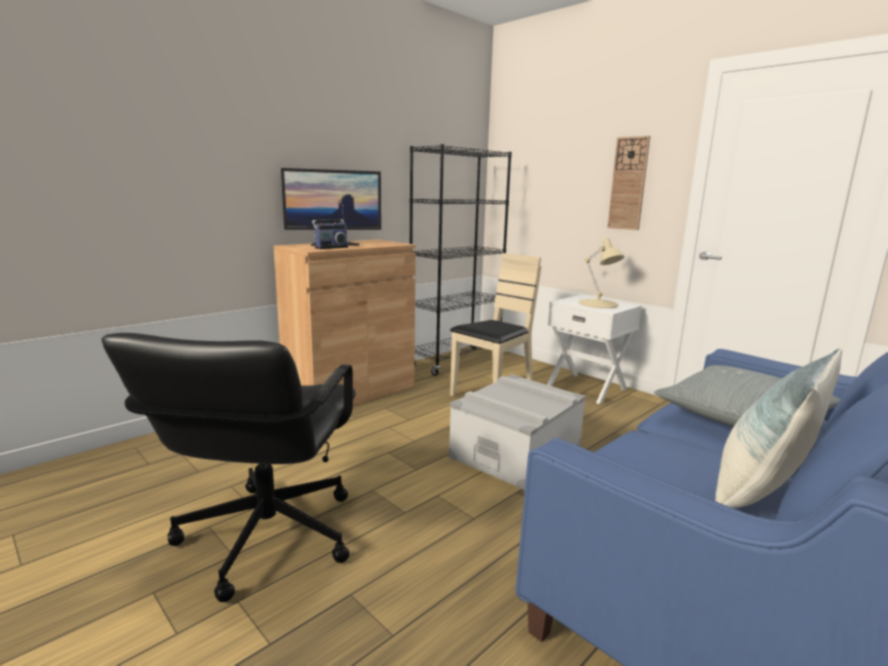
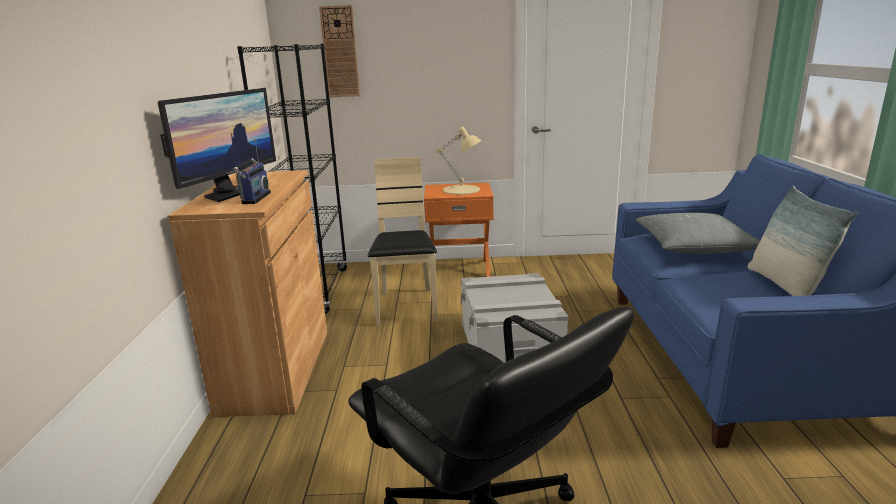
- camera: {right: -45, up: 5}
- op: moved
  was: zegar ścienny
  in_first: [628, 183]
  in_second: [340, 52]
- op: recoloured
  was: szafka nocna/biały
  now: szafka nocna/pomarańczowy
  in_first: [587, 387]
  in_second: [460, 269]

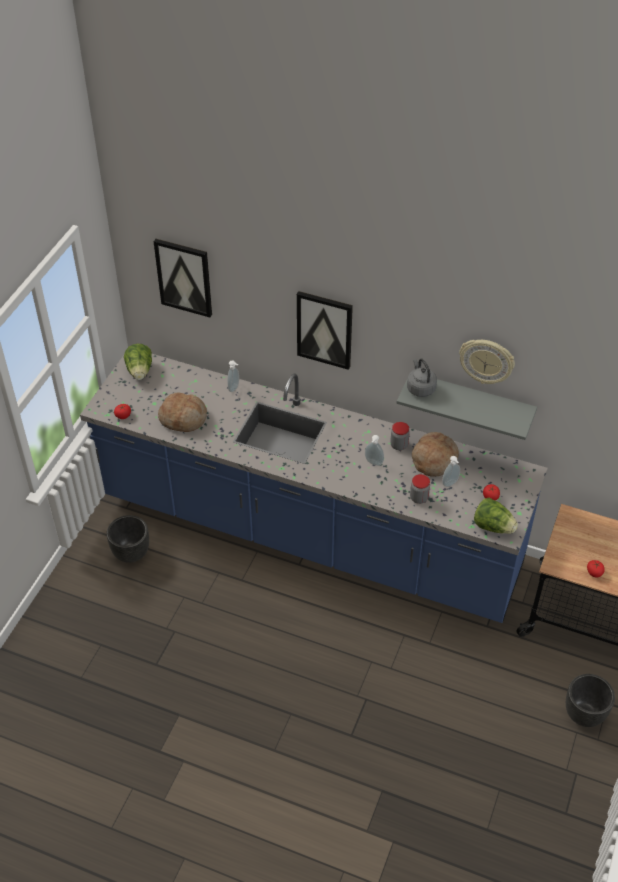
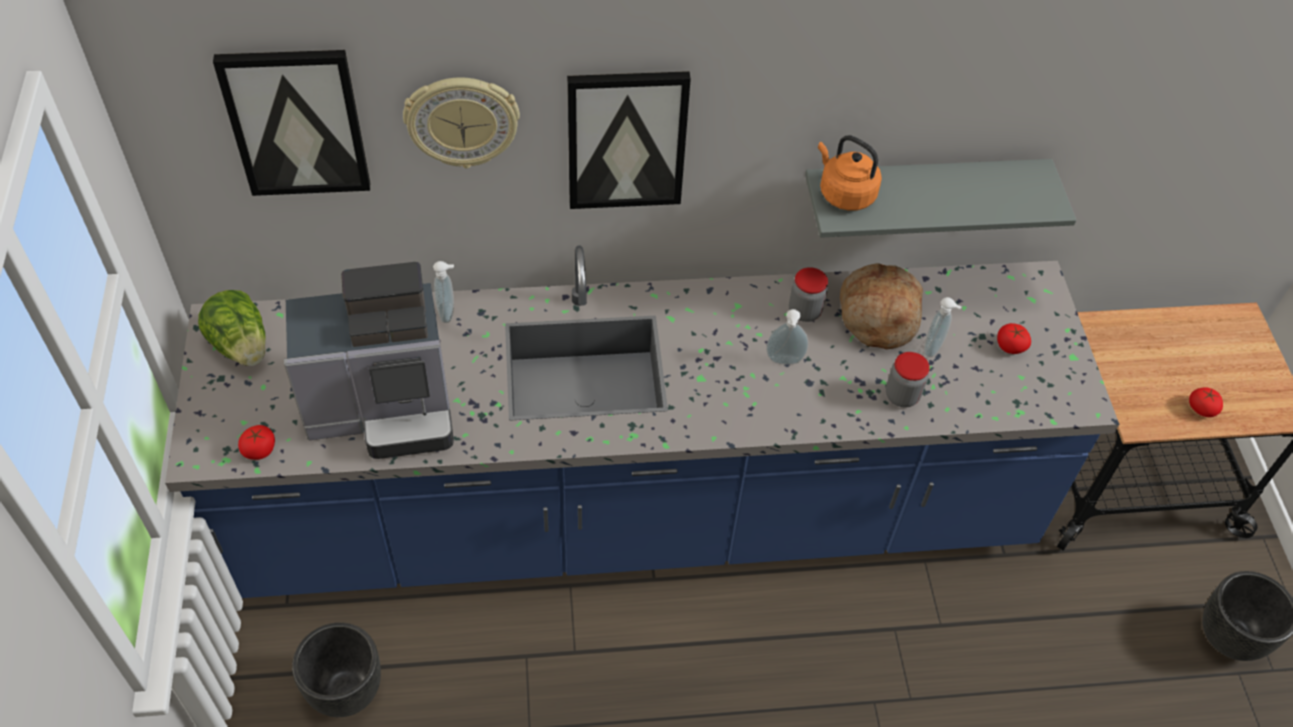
- camera: {right: -30, up: 5}
- op: moved
  was: zegar ścienny
  in_first: [486, 361]
  in_second: [462, 121]
- op: recoloured
  was: czajnik/szary
  now: czajnik/pomarańczowy
  in_first: [420, 388]
  in_second: [844, 193]
- op: replaced
  was: chleb
  now: ekspres do kawy
  in_first: [183, 418]
  in_second: [385, 409]
- op: removed
  was: sałata
  in_first: [493, 526]

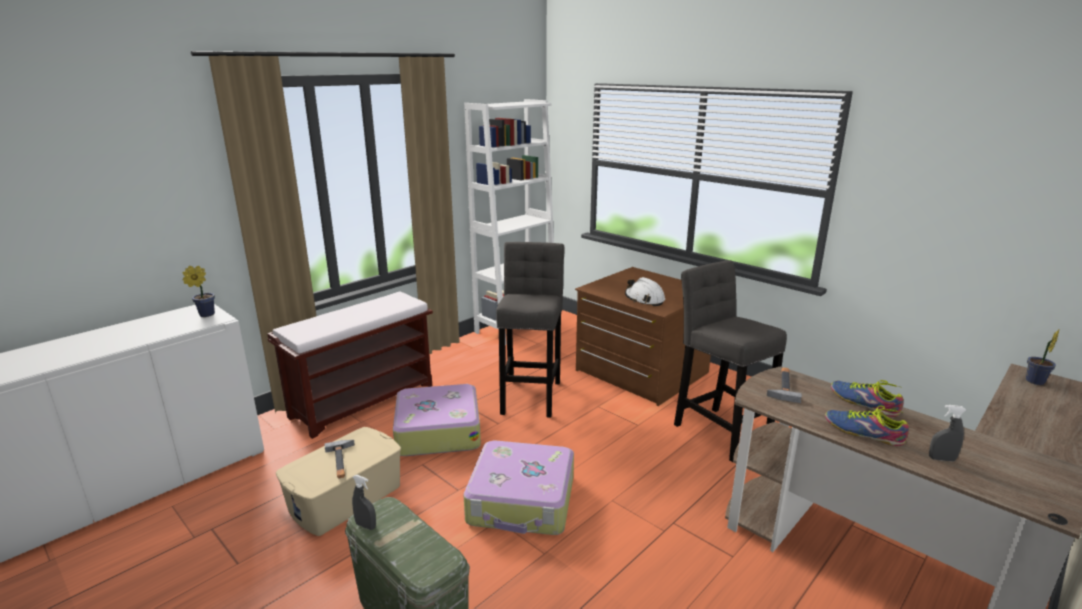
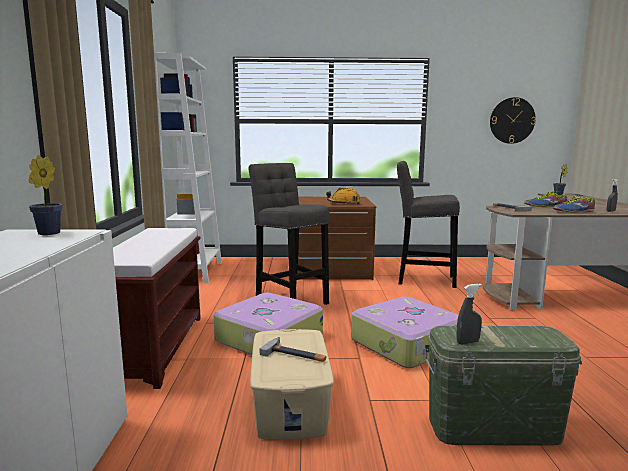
- camera: {right: -45, up: -10}
- op: recoloured
  was: kask/biały
  now: kask/pomarańczowy
  in_first: [644, 299]
  in_second: [344, 203]
- op: added
  now: zegar ścienny
  in_second: [512, 120]

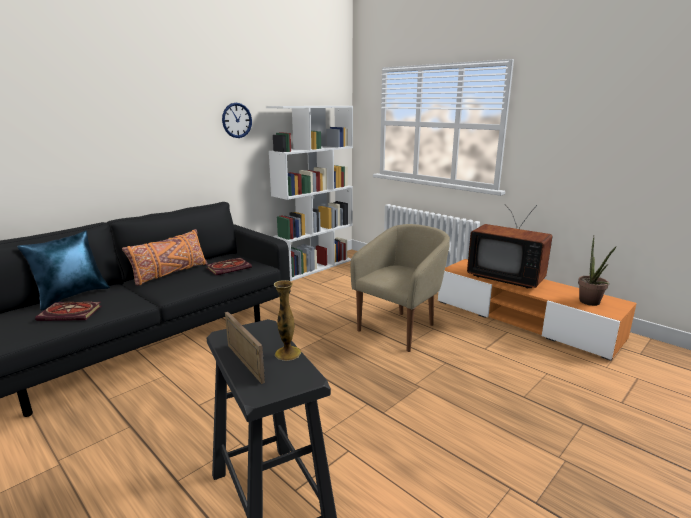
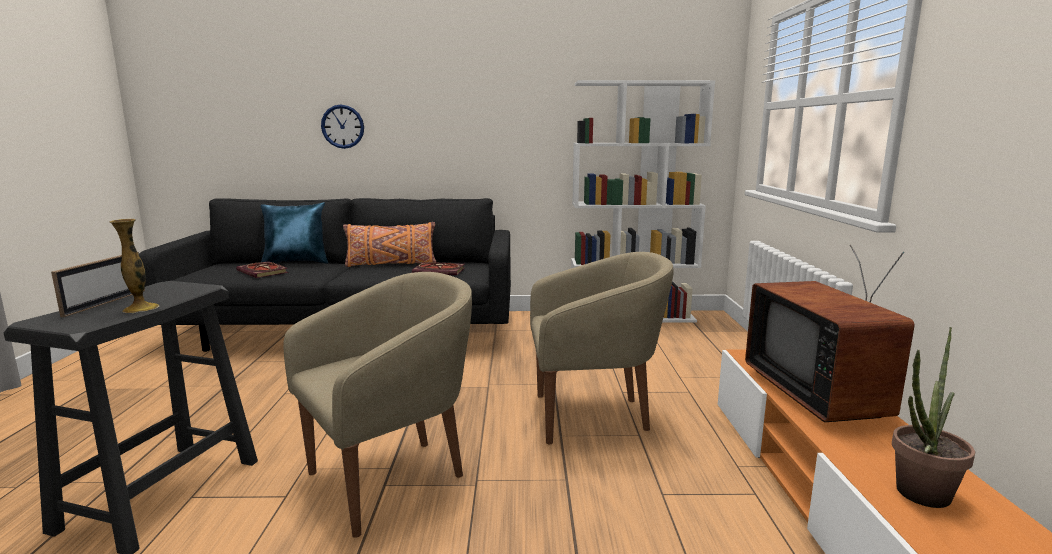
- camera: {right: 45, up: -5}
- op: moved
  was: zegar ścienny
  in_first: [237, 120]
  in_second: [342, 126]
- op: added
  now: fotel/beżowy
  in_second: [392, 478]

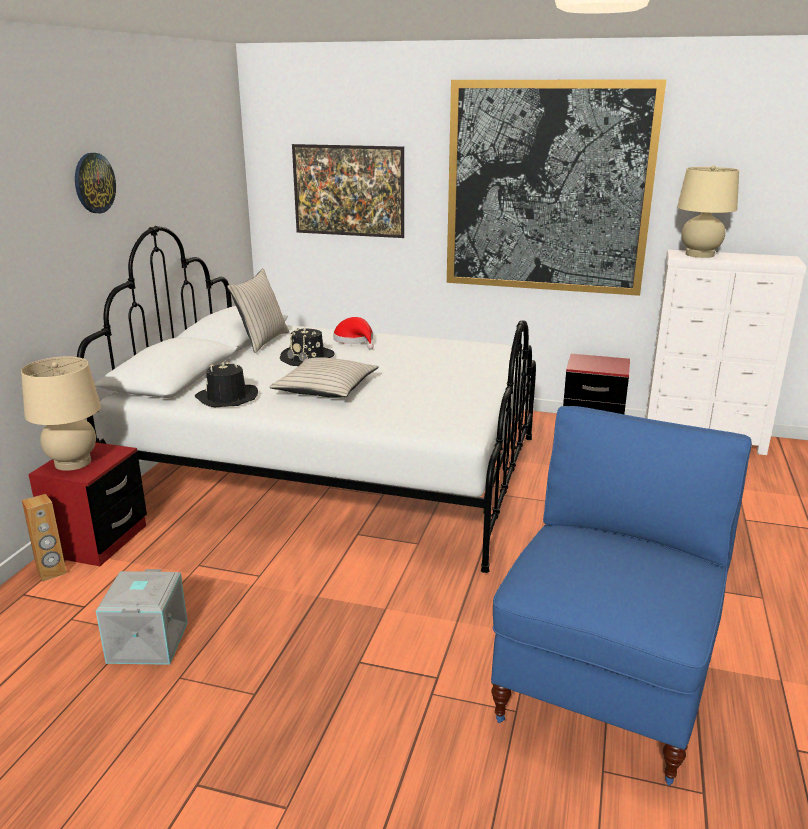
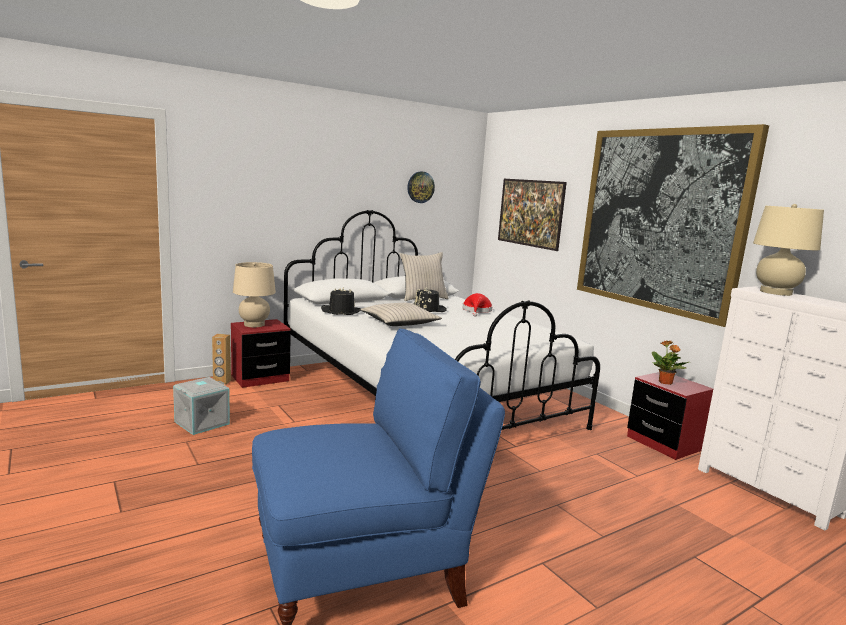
- camera: {right: 40, up: -10}
- op: moved
  was: zegar ścienny
  in_first: [94, 183]
  in_second: [420, 187]
- op: added
  now: roślina doniczkowa
  in_second: [665, 383]

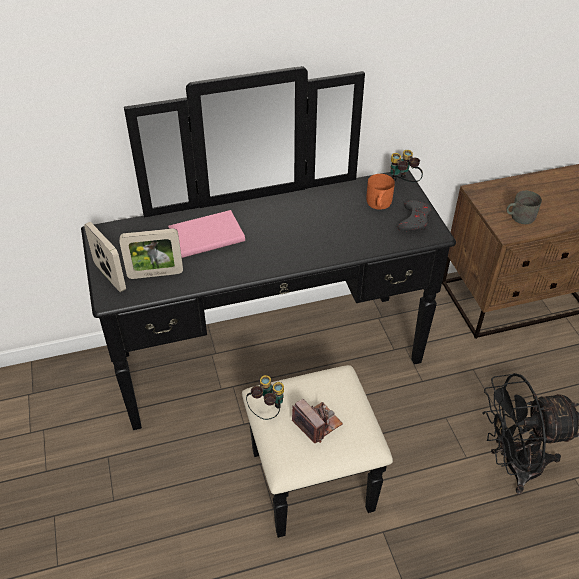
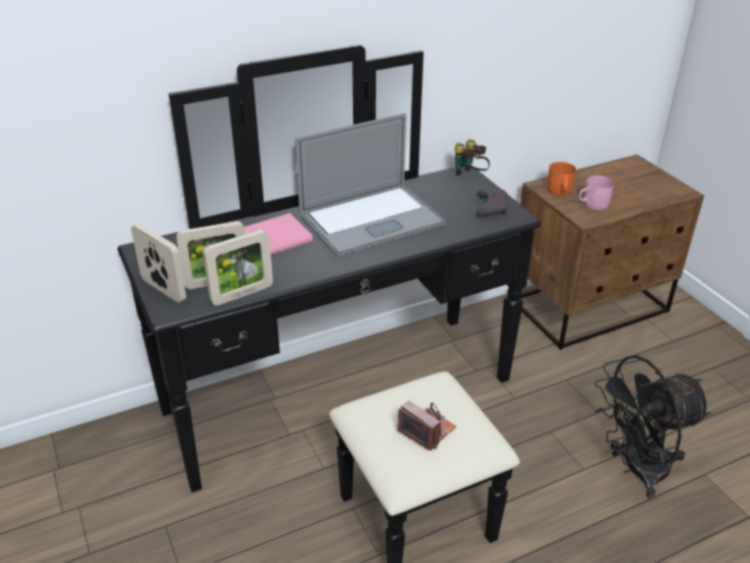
- camera: {right: -10, up: -10}
- op: moved
  was: kubek/pomarańczowy
  in_first: [378, 204]
  in_second: [559, 191]
- op: recoloured
  was: kubek/szary
  now: kubek/różowy
  in_first: [519, 217]
  in_second: [592, 204]
- op: removed
  was: lornetka
  in_first: [266, 410]
- op: added
  now: laptop
  in_second: [371, 220]
- op: added
  now: ramka na zdjęcie
  in_second: [242, 294]

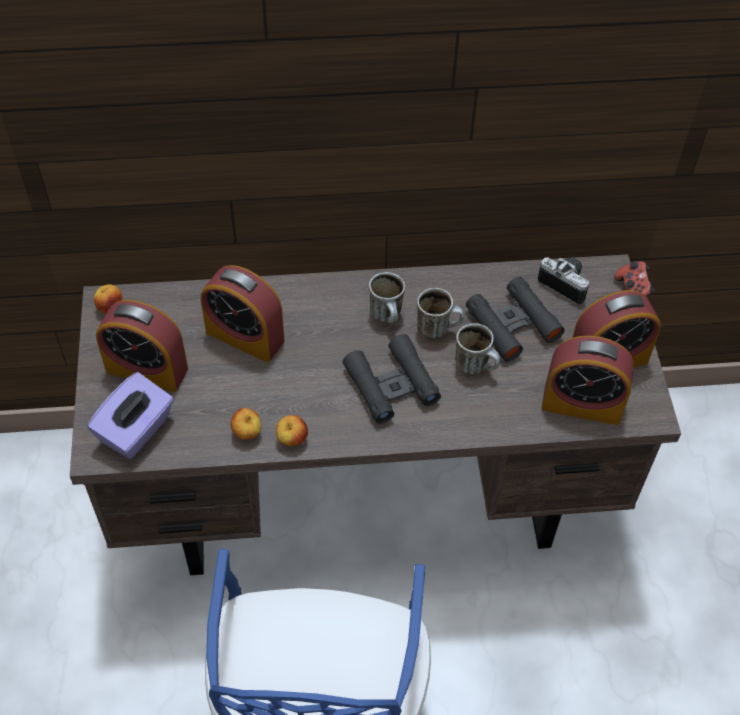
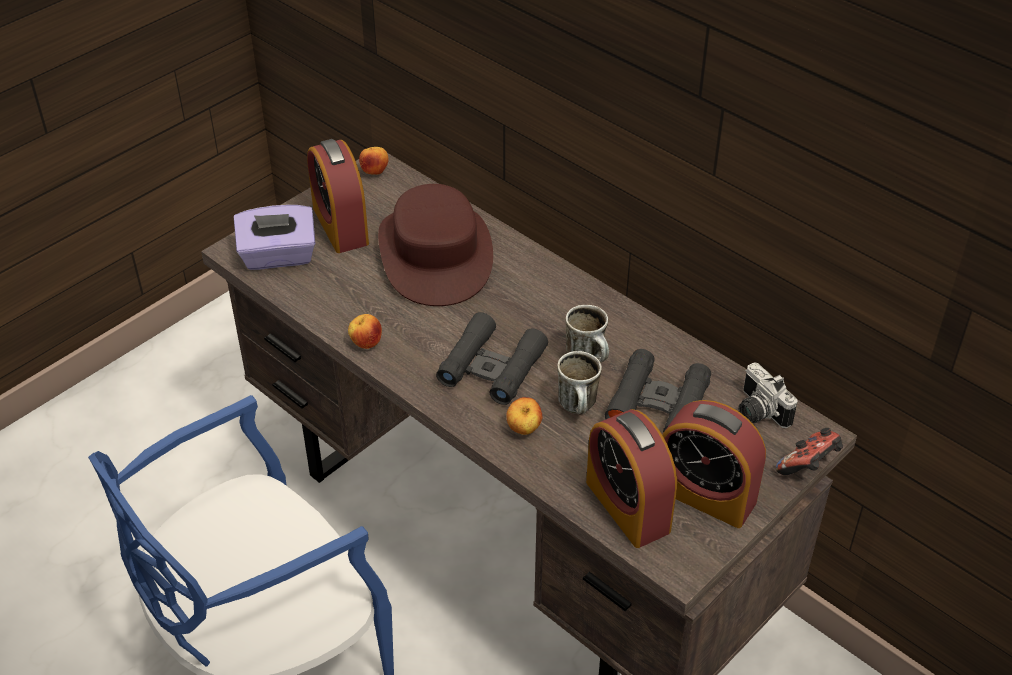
- camera: {right: 50, up: -10}
- op: turned
  was: aparat fotograficzny
  in_first: [566, 283]
  in_second: [757, 412]
  clockwise: 150
- op: replaced
  was: budzik
  now: kapelusz/brązowy
  in_first: [245, 336]
  in_second: [436, 254]
- op: removed
  was: kubek
  in_first: [388, 317]
- op: moved
  was: jabłko
  in_first: [247, 433]
  in_second: [524, 429]

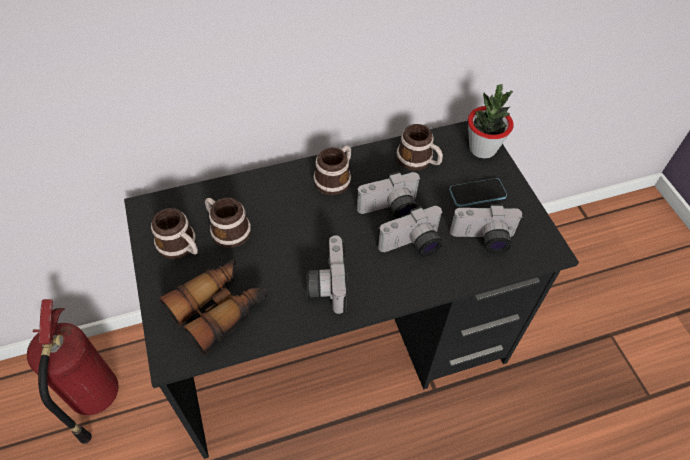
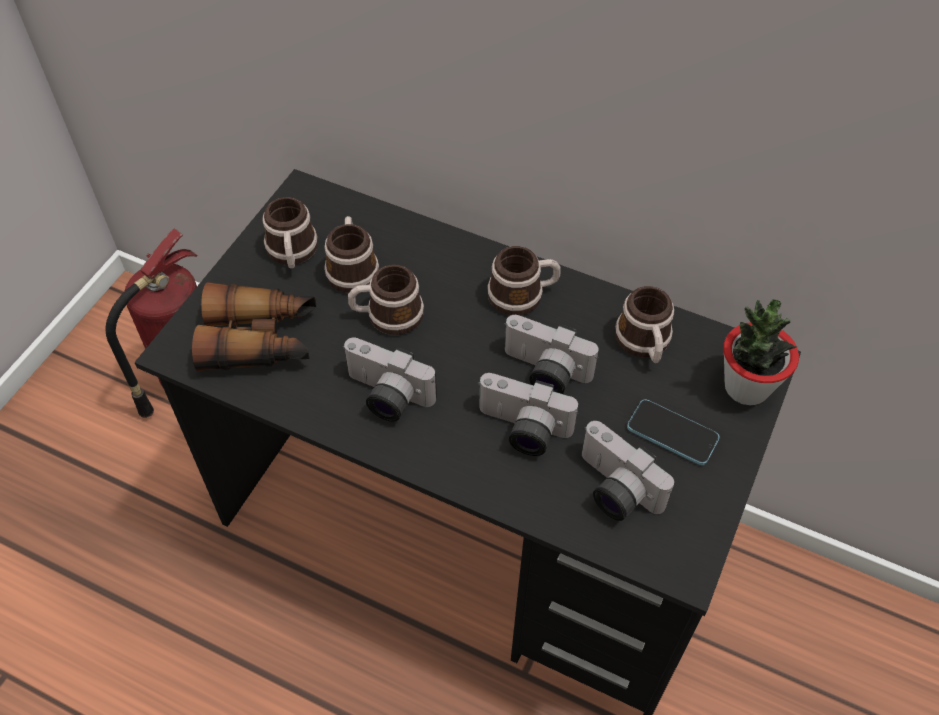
- camera: {right: 45, up: 0}
- op: turned
  was: aparat fotograficzny
  in_first: [326, 283]
  in_second: [385, 397]
  clockwise: -105
- op: added
  now: kubek
  in_second: [387, 315]

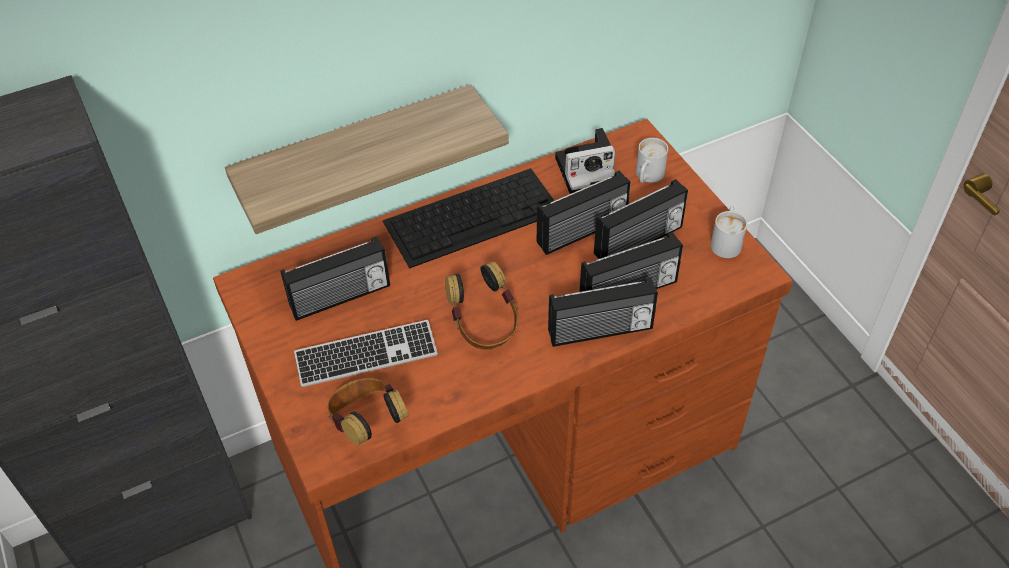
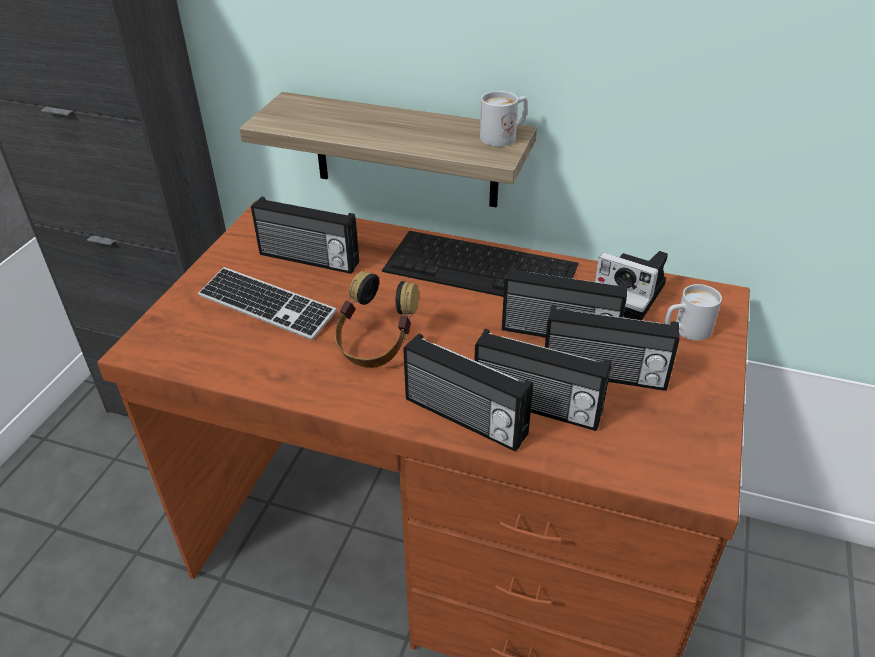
- camera: {right: 45, up: -10}
- op: moved
  was: kubek/biały
  in_first: [726, 241]
  in_second: [504, 136]
- op: removed
  was: słuchawki
  in_first: [367, 423]

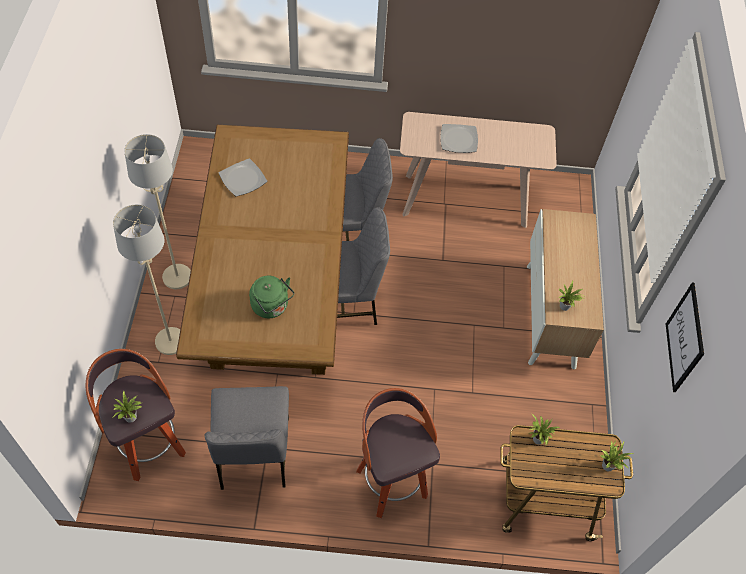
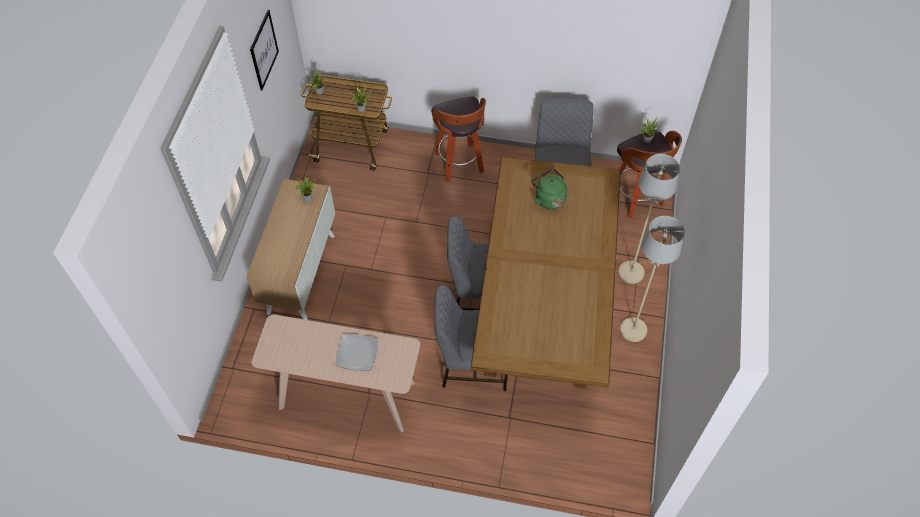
- camera: {right: -170, up: 0}
- op: removed
  was: talerz
  in_first: [242, 179]

